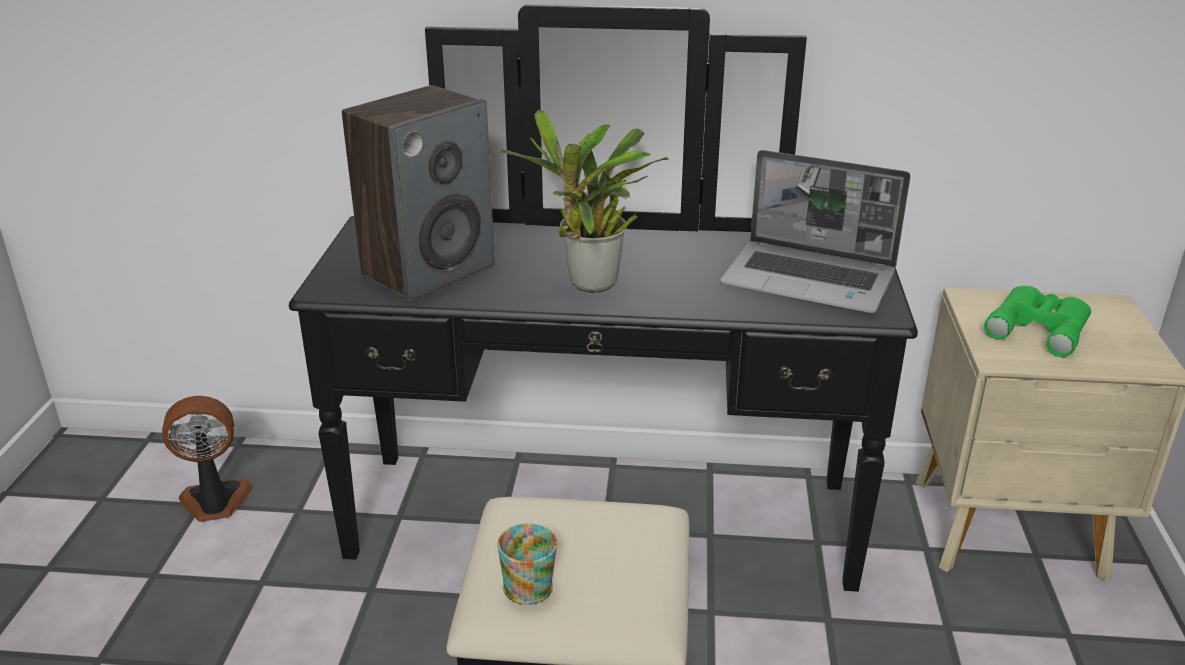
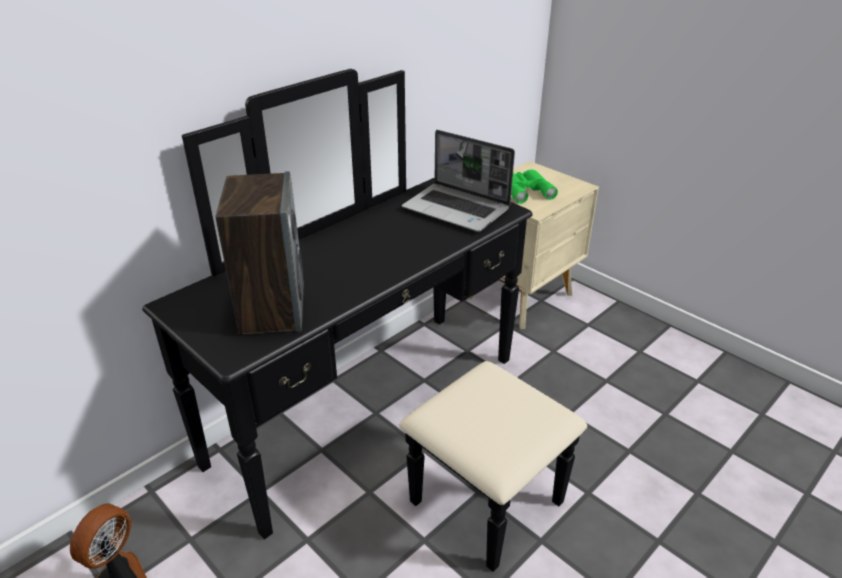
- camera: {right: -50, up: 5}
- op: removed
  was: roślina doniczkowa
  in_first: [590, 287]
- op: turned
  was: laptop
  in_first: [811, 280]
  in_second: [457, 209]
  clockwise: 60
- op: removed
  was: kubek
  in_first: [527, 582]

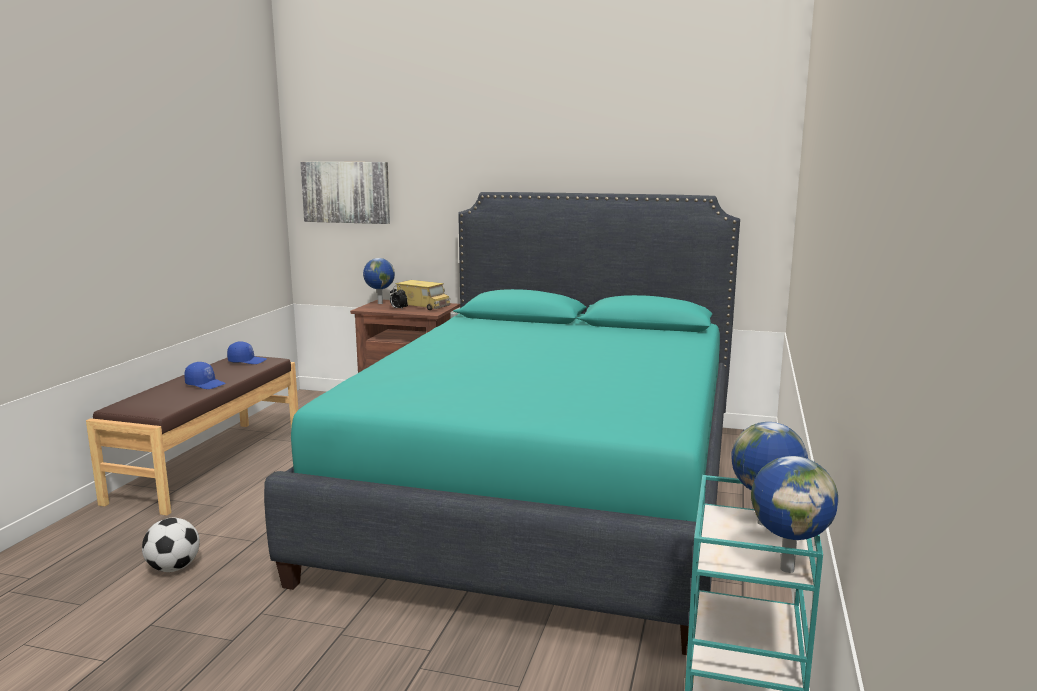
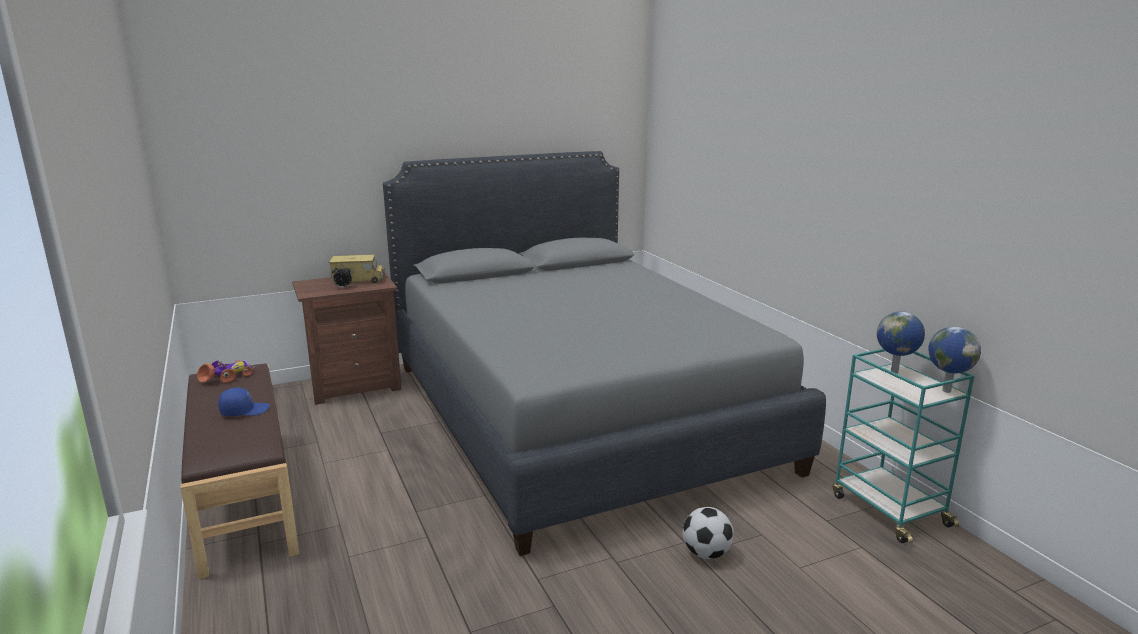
- camera: {right: -40, up: 5}
- op: removed
  was: obraz
  in_first: [346, 192]
- op: recoloured
  was: łóżko/turkusowy
  now: łóżko/szary
  in_first: [547, 493]
  in_second: [576, 414]
- op: removed
  was: globus
  in_first: [379, 303]
- op: replaced
  was: czapka z daszkiem/niebieski
  now: samochodzik
  in_first: [247, 361]
  in_second: [228, 377]
- op: moved
  was: piłka futbolowa
  in_first: [174, 568]
  in_second: [706, 553]

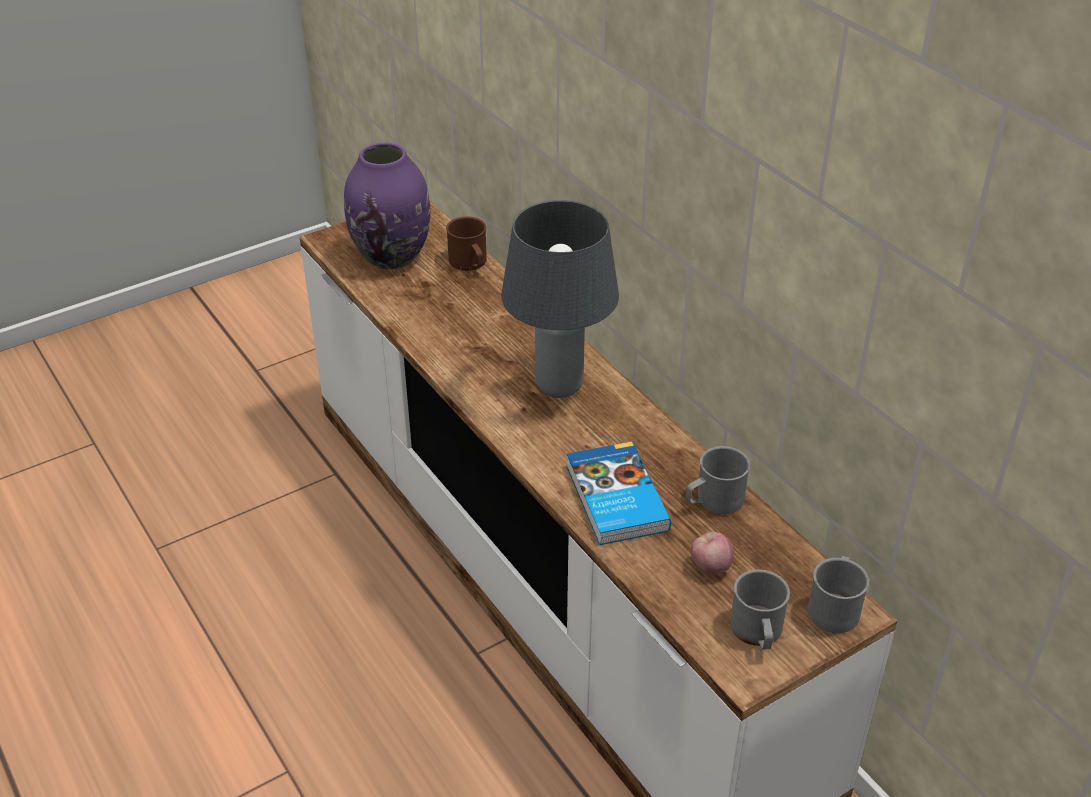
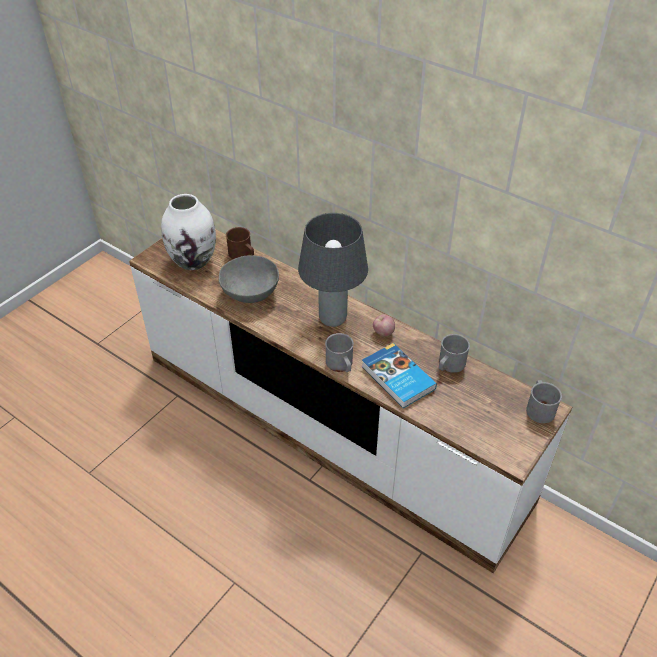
- camera: {right: -20, up: 5}
- op: recoloured
  was: wazon/fioletowy
  now: wazon/biały
  in_first: [392, 256]
  in_second: [193, 260]
- op: moved
  was: jabłko
  in_first: [710, 567]
  in_second: [383, 333]
- op: moved
  was: kubek/szary
  in_first: [757, 633]
  in_second: [341, 365]
- op: added
  now: miska/szary
  in_second: [250, 293]

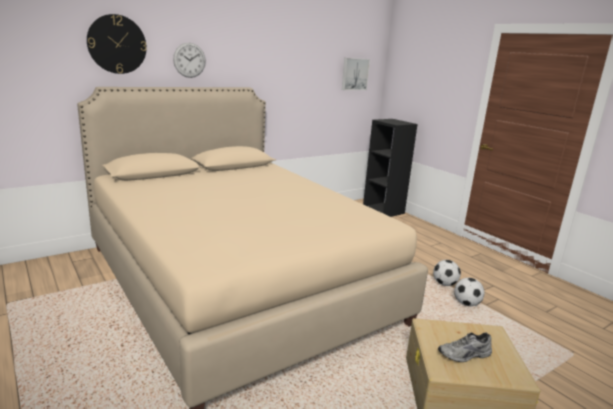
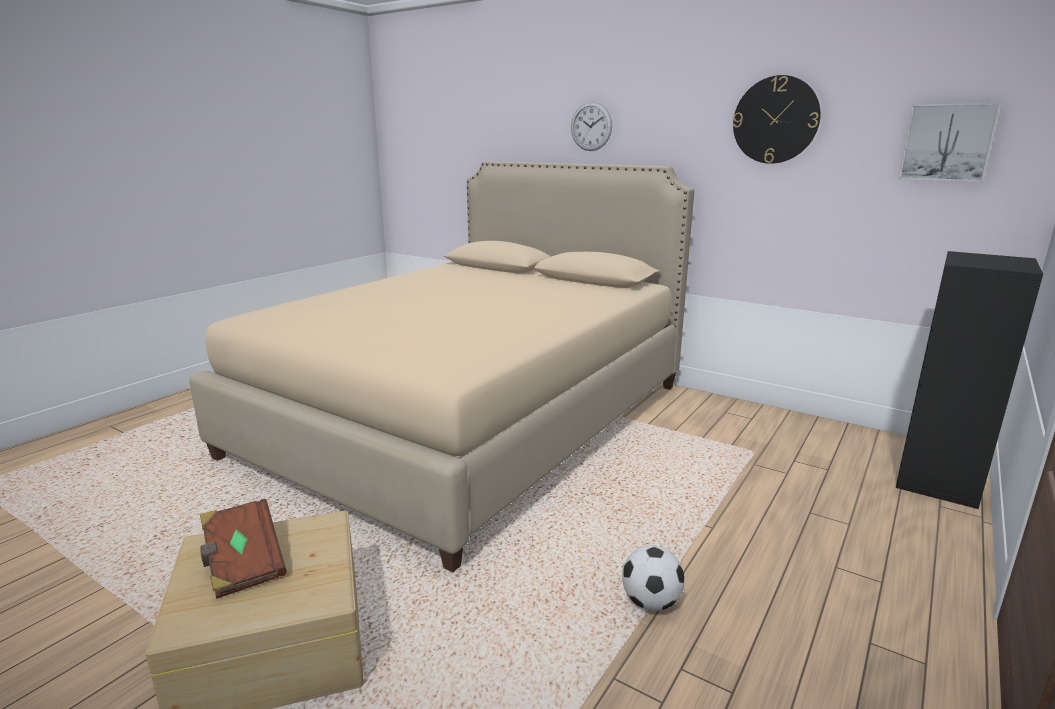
- camera: {right: 70, up: 0}
- op: moved
  was: zegar ścienny
  in_first: [117, 44]
  in_second: [775, 120]
- op: removed
  was: piłka futbolowa
  in_first: [466, 304]
- op: replaced
  was: but/szary
  now: książka/brązowy
  in_first: [465, 355]
  in_second: [243, 563]

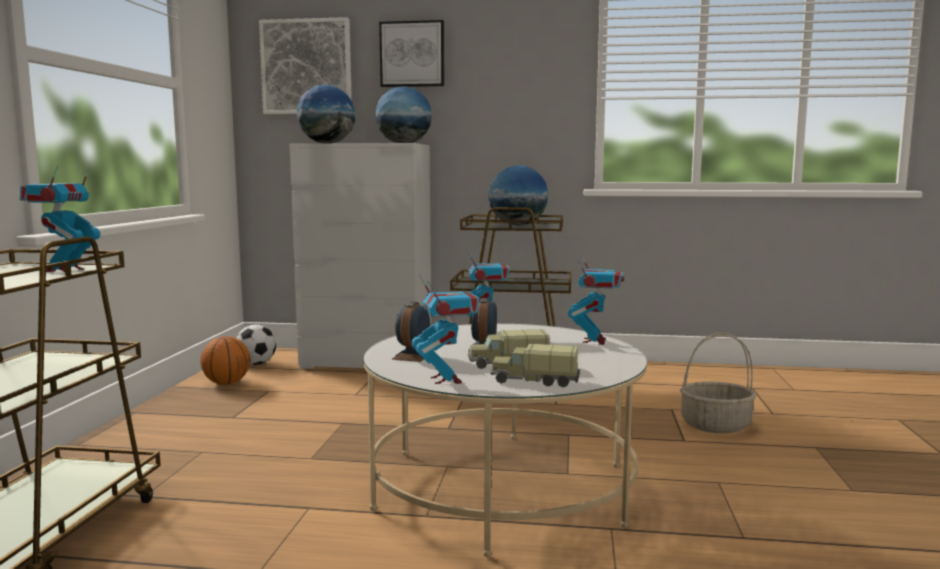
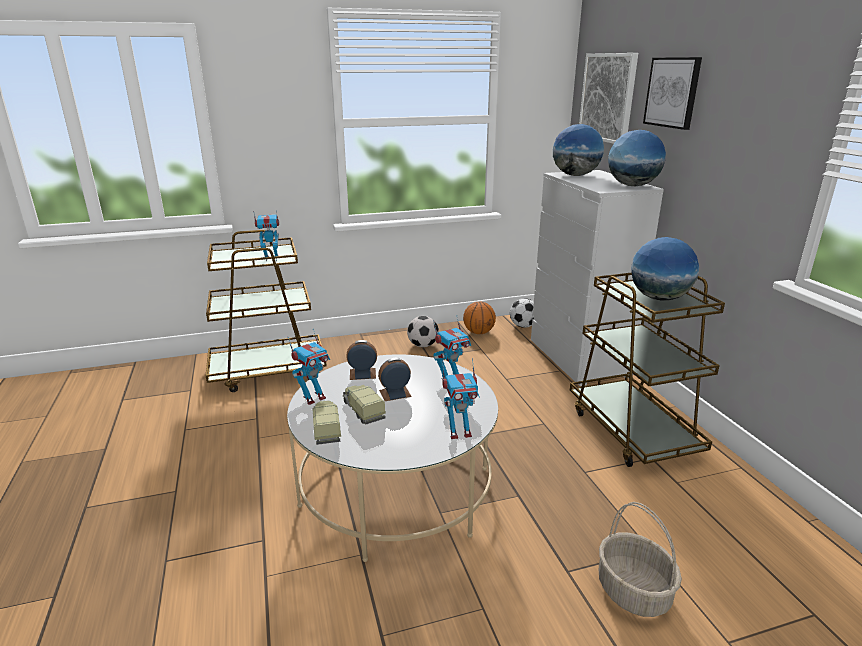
- camera: {right: 65, up: 15}
- op: added
  now: piłka futbolowa
  in_second: [423, 345]

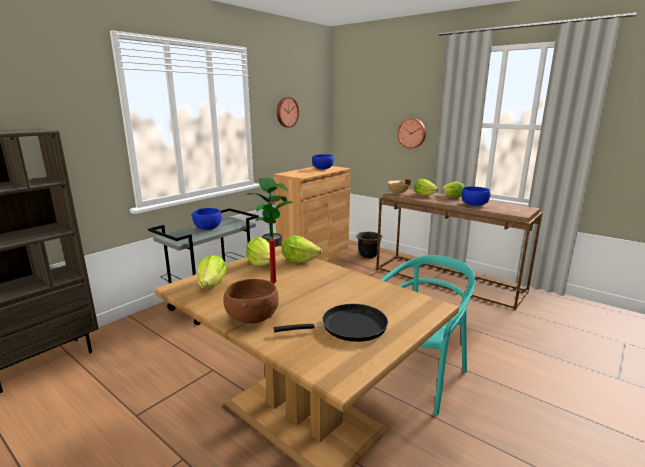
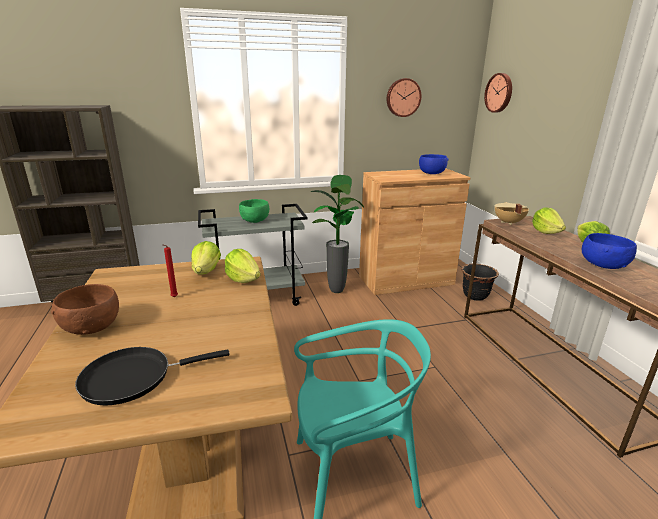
- camera: {right: 35, up: 5}
- op: moved
  was: zegar ścienny
  in_first: [412, 133]
  in_second: [499, 93]
- op: recoloured
  was: miska/niebieski
  now: miska/zielony
  in_first: [208, 228]
  in_second: [255, 220]
- op: removed
  was: sałata
  in_first: [212, 285]
- op: turned
  was: patelnia/czarny
  in_first: [349, 327]
  in_second: [133, 377]
  clockwise: 135

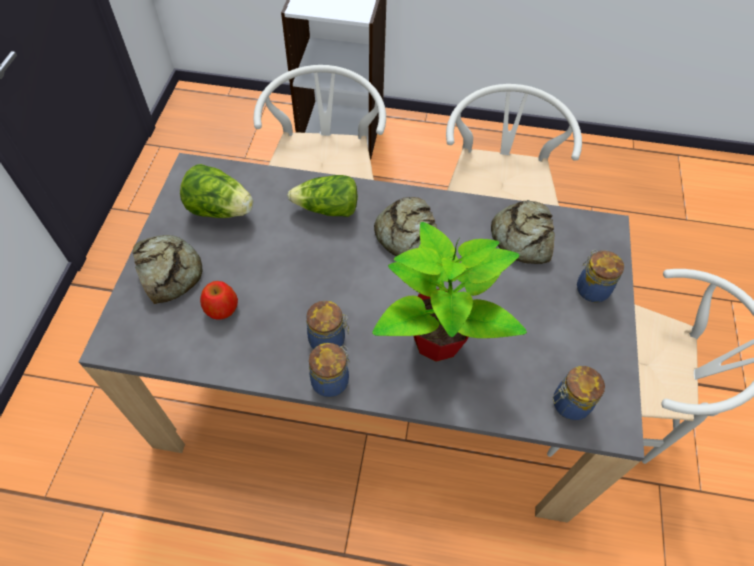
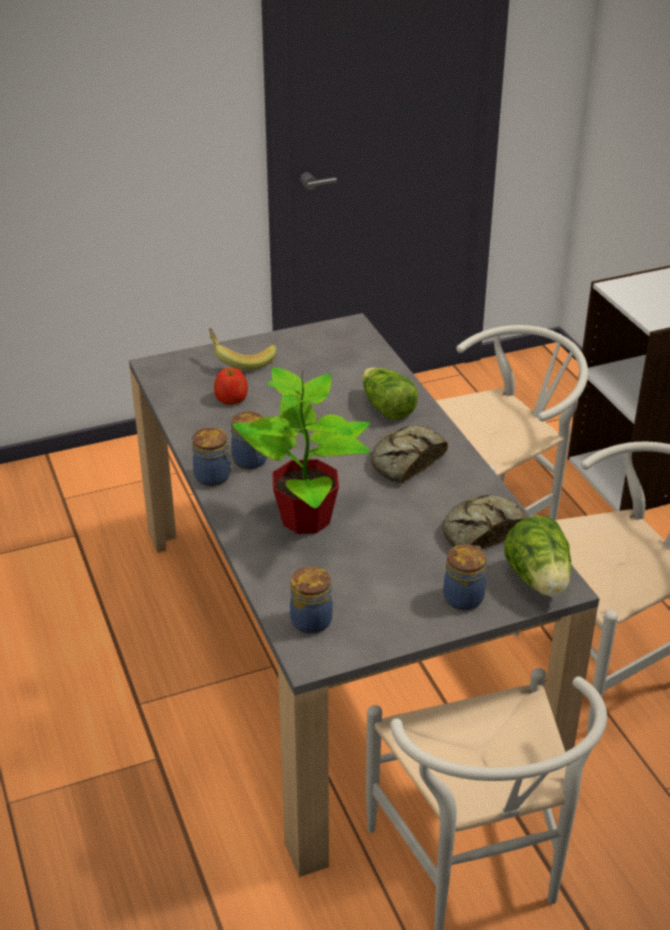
- camera: {right: 60, up: -20}
- op: moved
  was: sałata
  in_first: [220, 209]
  in_second: [538, 580]
- op: replaced
  was: chleb
  now: banan
  in_first: [168, 270]
  in_second: [241, 360]

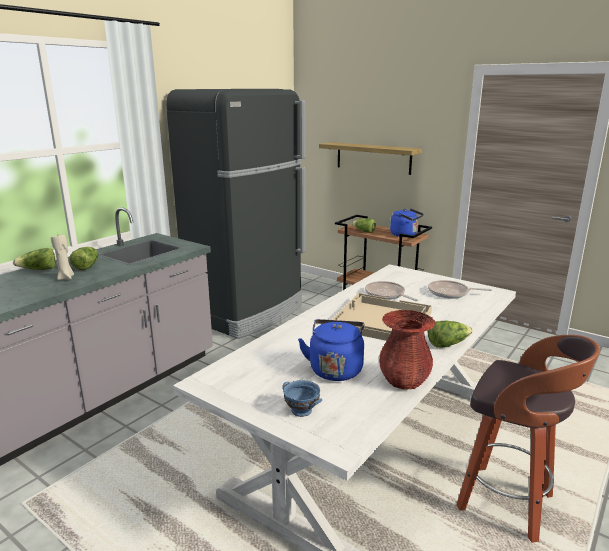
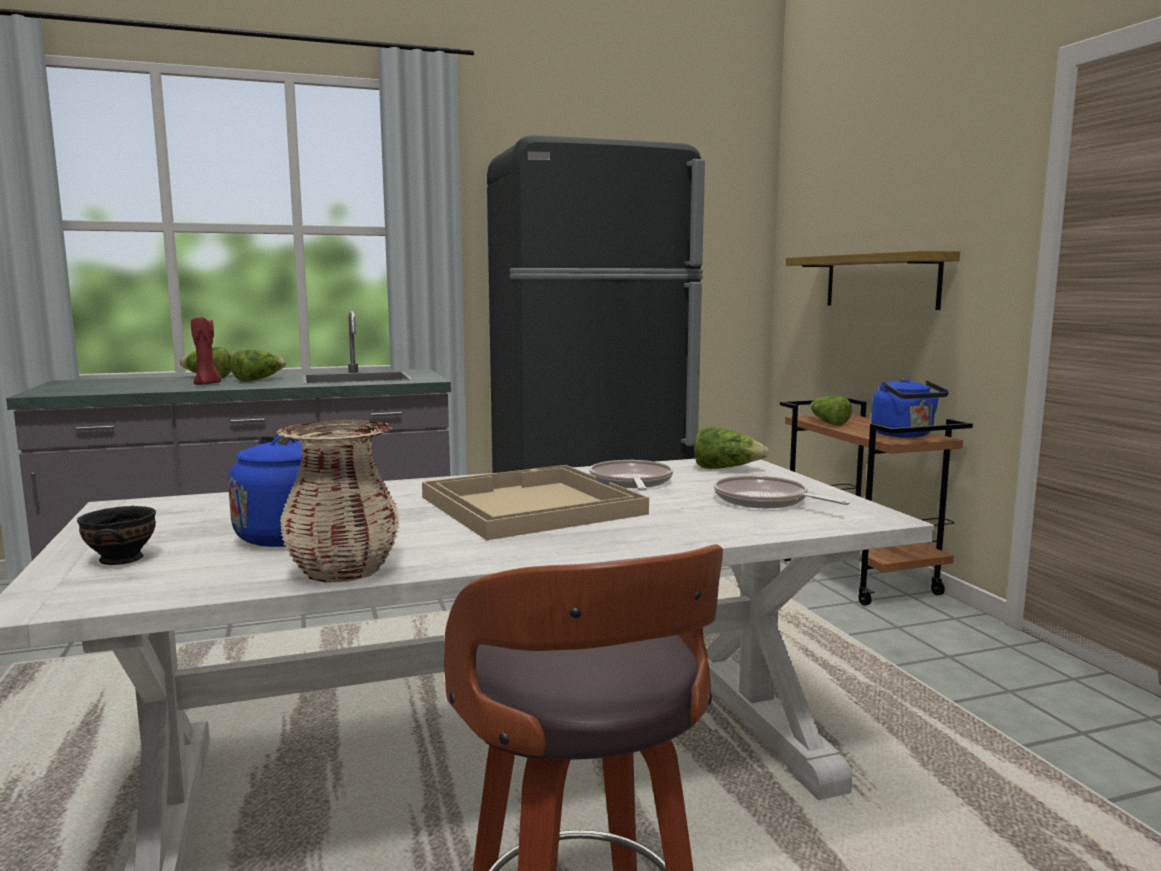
- camera: {right: 35, up: -10}
- op: recoloured
  was: świeca/beżowy
  now: świeca/czerwony
  in_first: [66, 278]
  in_second: [207, 384]
- op: recoloured
  was: wazon/czerwony
  now: wazon/beżowy
  in_first: [404, 381]
  in_second: [342, 571]
- op: moved
  was: sałata
  in_first: [447, 344]
  in_second: [726, 468]
- op: recoloured
  was: miska/niebieski
  now: miska/czarny
  in_first: [301, 410]
  in_second: [123, 558]

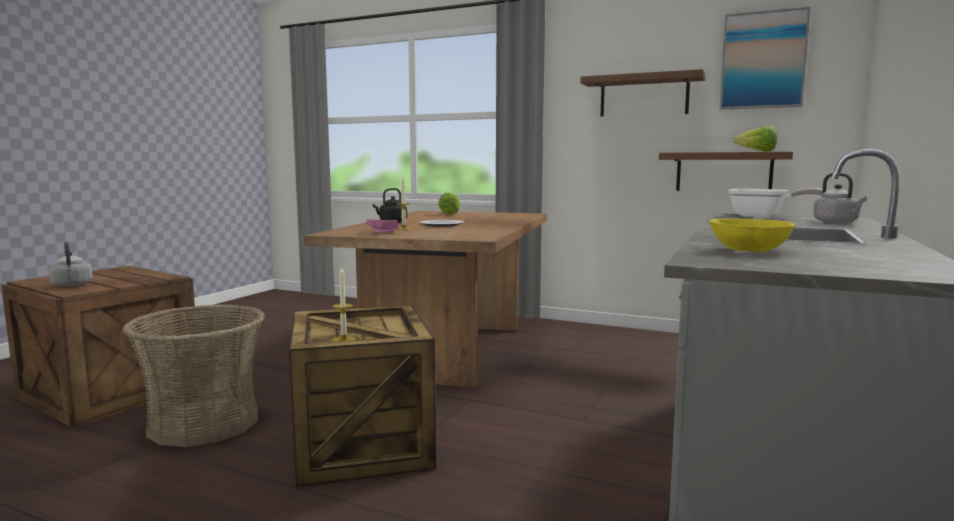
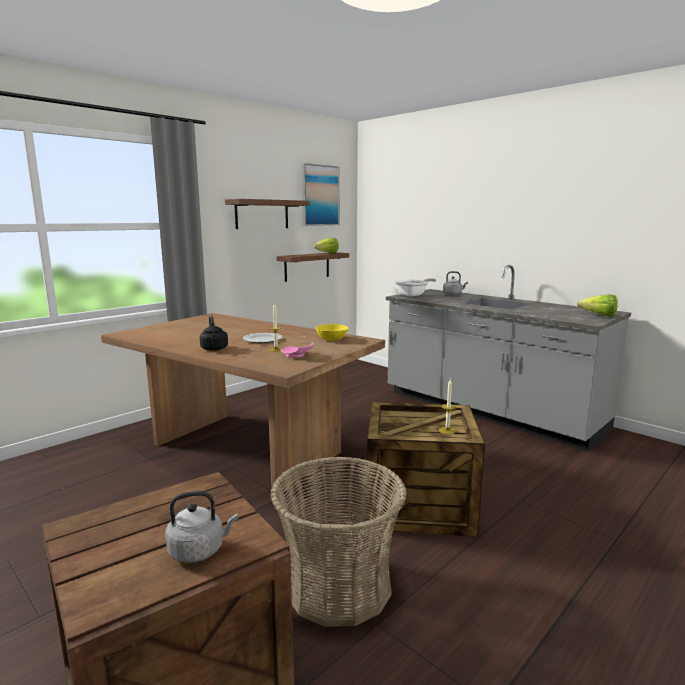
- camera: {right: -70, up: 5}
- op: moved
  was: sałata
  in_first: [450, 213]
  in_second: [599, 315]
- op: moved
  was: miska/żółty
  in_first: [748, 250]
  in_second: [331, 339]

